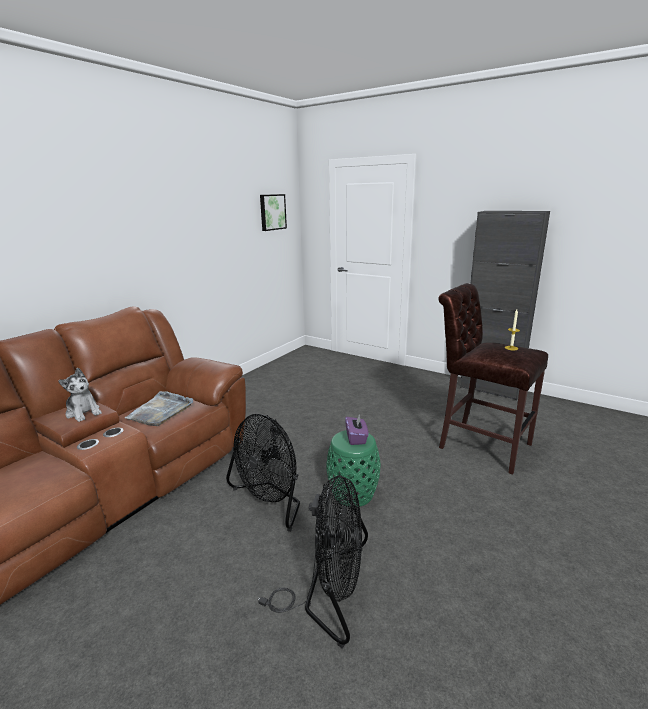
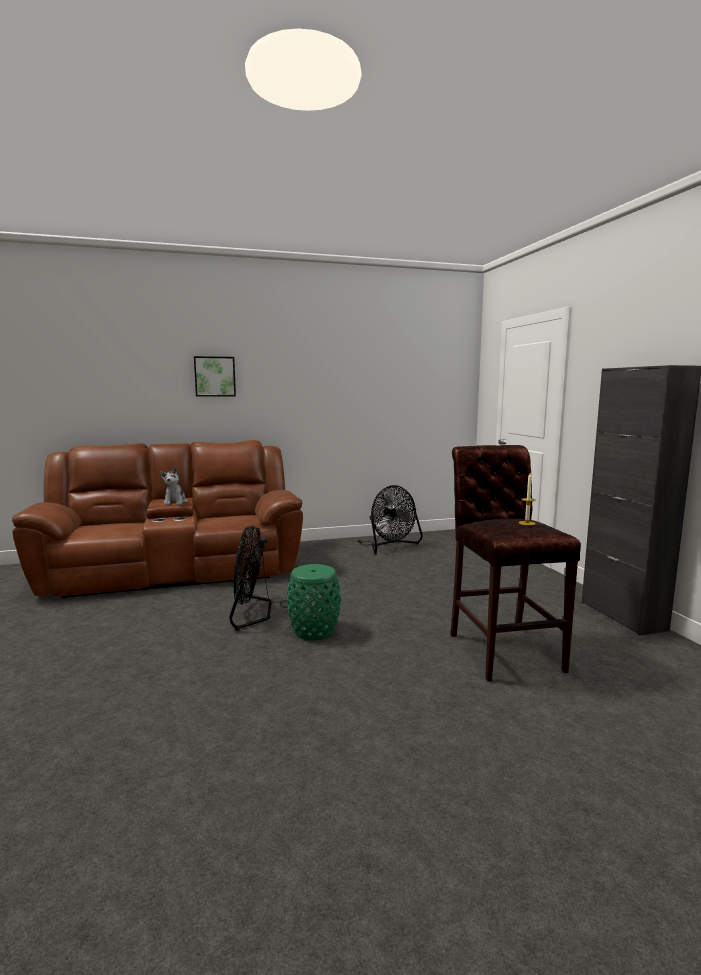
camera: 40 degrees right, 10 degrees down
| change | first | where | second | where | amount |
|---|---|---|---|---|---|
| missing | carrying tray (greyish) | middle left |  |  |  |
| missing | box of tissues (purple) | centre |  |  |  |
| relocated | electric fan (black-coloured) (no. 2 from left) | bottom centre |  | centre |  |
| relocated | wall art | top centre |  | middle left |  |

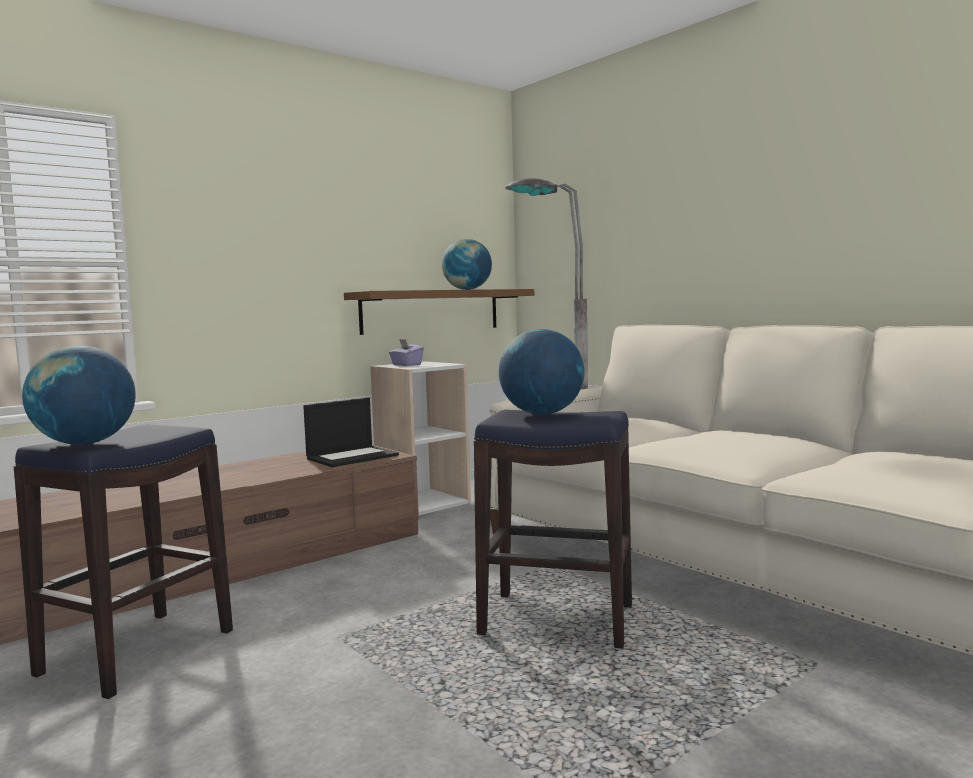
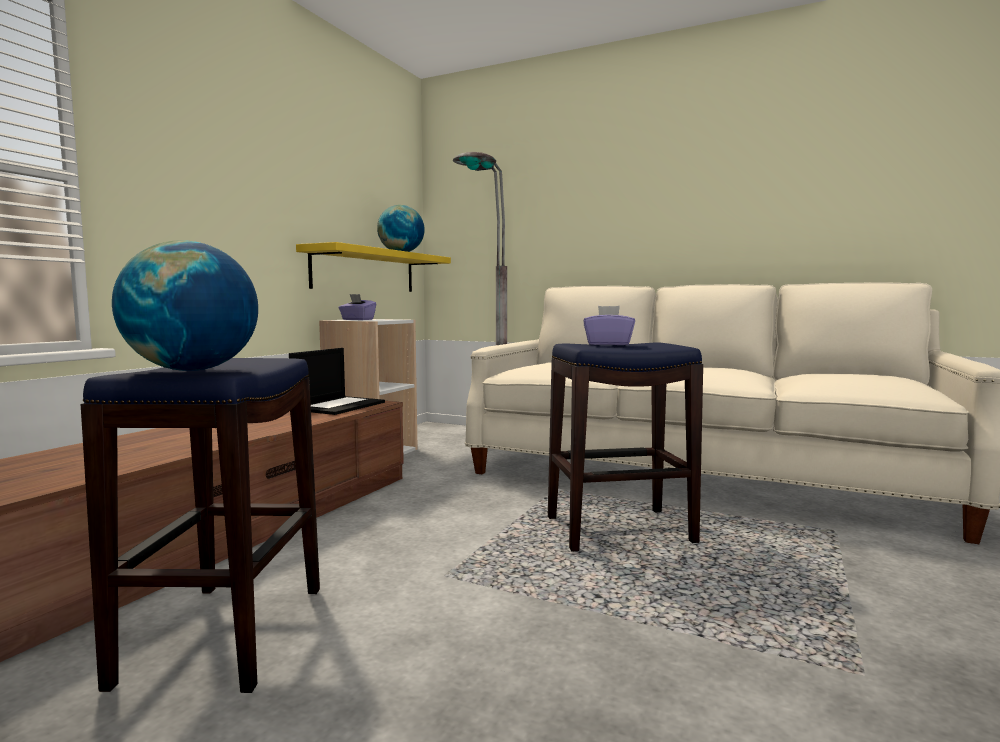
camera: 25 degrees left, 0 degrees up
| change | first | where | second | where | amount |
|---|---|---|---|---|---|
| exchanged | world globe (no. 3 from left) | centre | box of tissues (purple) (no. 2 from left) | centre |  |
| colour | wall shelf (brown) | centre | wall shelf (yellow) | centre |  |

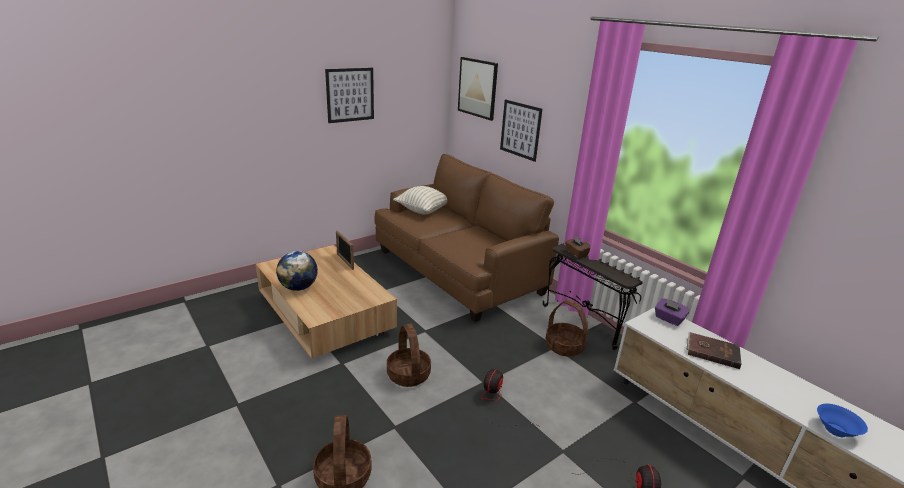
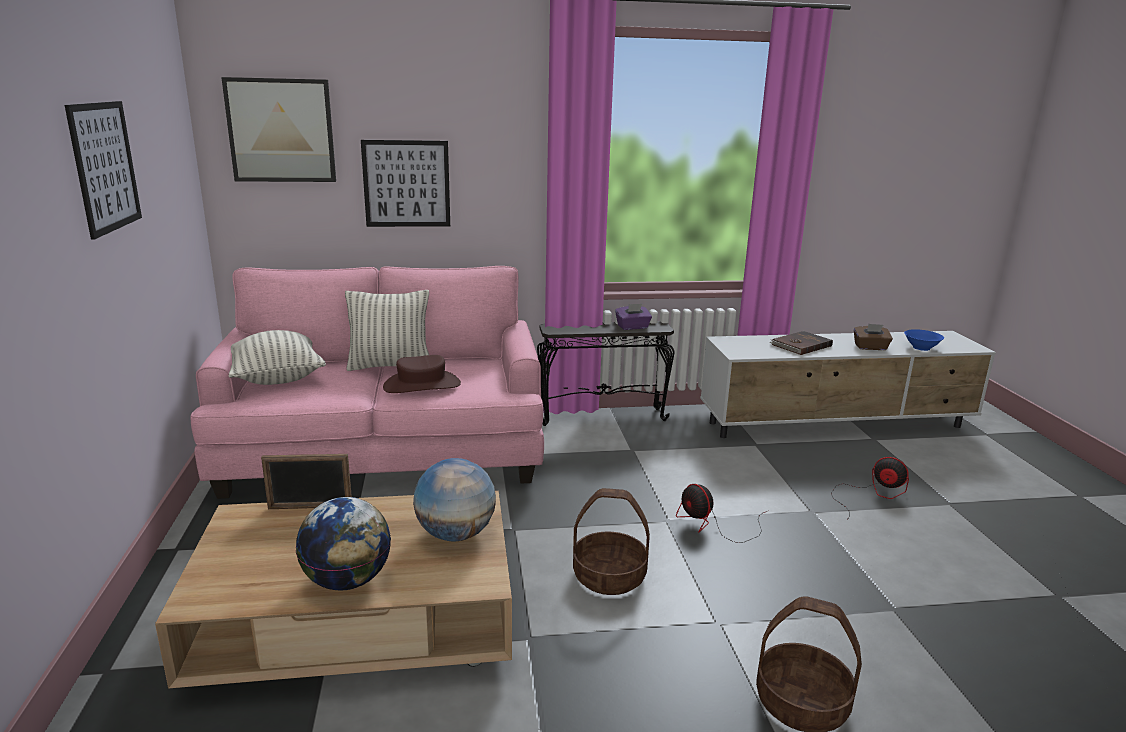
camera: 60 degrees left, 5 degrees down
| change | first | where | second | where | amount |
|---|---|---|---|---|---|
| missing | household basket (no. 3 from left) | bottom centre |  |  |  |
| appeared |  |  | pillow (no. 2 from left) | centre |  |
| appeared |  |  | hat (brown) | centre |  |
| appeared |  |  | world globe (no. 2 from left) | bottom centre |  |
| relocated | box of tissues (brown) | centre |  | middle right |  |
| relocated | box of tissues (purple) | middle right |  | centre |  |
| colour | sofa (brown) | centre | sofa (pink-coloured) | middle left |  |

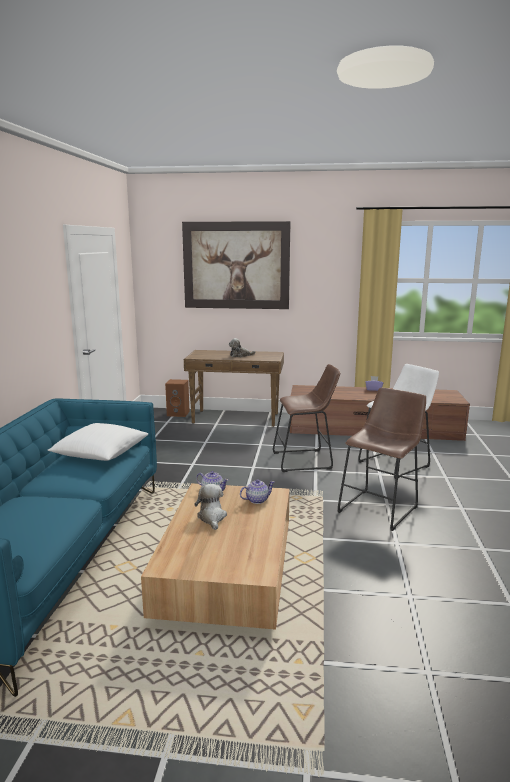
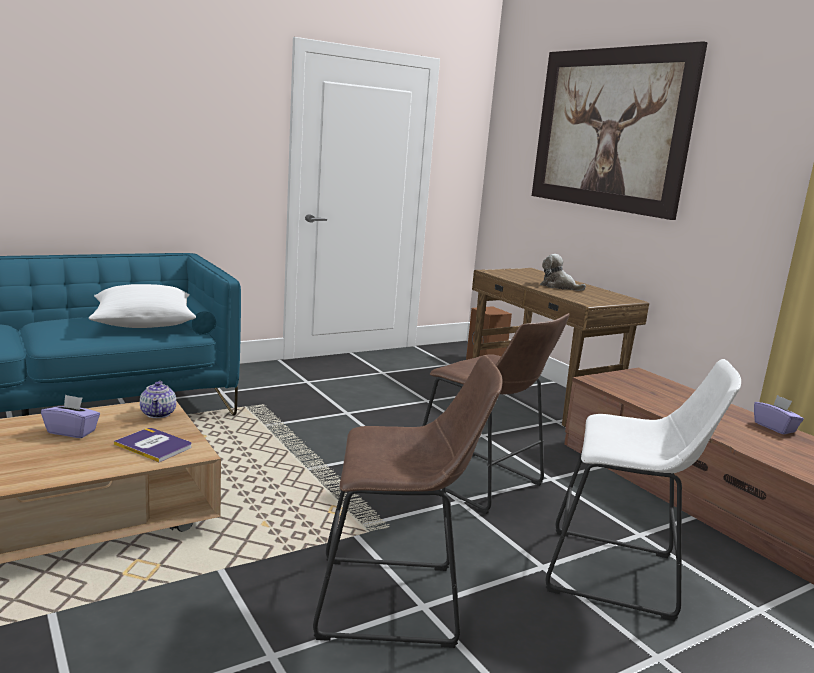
camera: 50 degrees right, 0 degrees up
| change | first | where | second | where | amount |
|---|---|---|---|---|---|
| exchanged | plush toy (no. 1 from left) | centre | box of tissues (purple) (no. 1 from left) | middle left |  |
| exchanged | pot for tea (no. 2 from left) | centre | book | middle left |  |

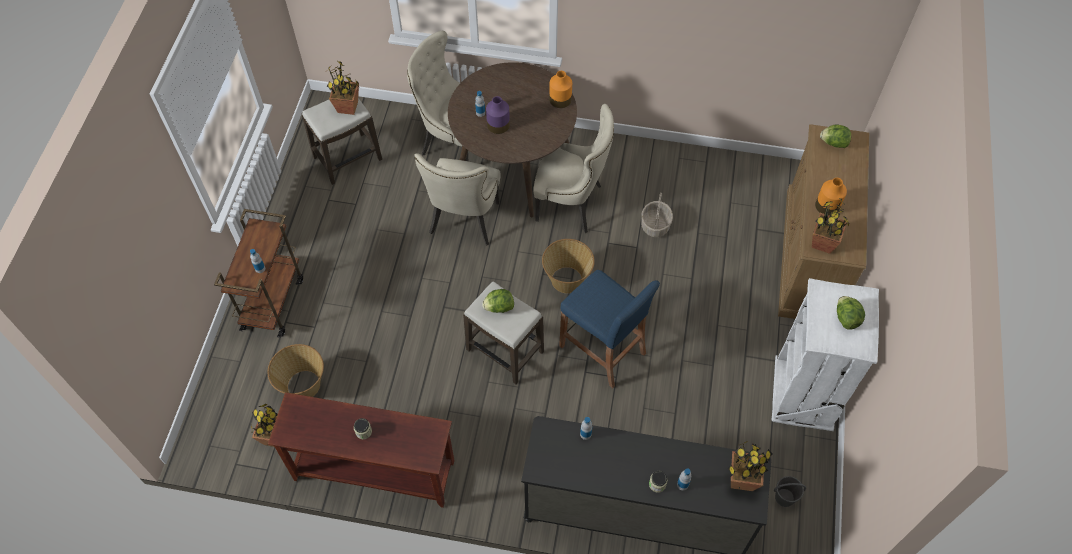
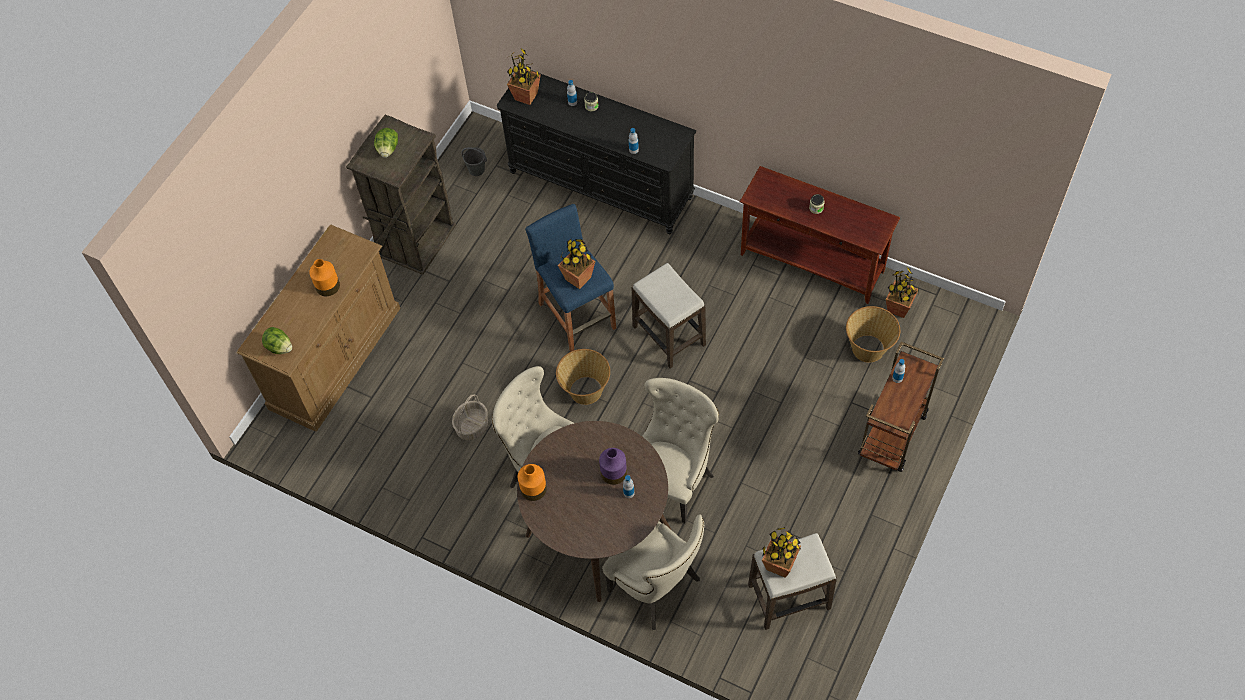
camera: 160 degrees left, 0 degrees up
| change | first | where | second | where | amount |
|---|---|---|---|---|---|
| missing | lettuce head (no. 1 from left) | centre |  |  |  |
| relocated | houseplant (no. 4 from left in the first image) | middle right | houseplant (no. 2 from left) | centre |  |
| colour | bookcase (white) | middle right | bookcase (brown) | top left |  |

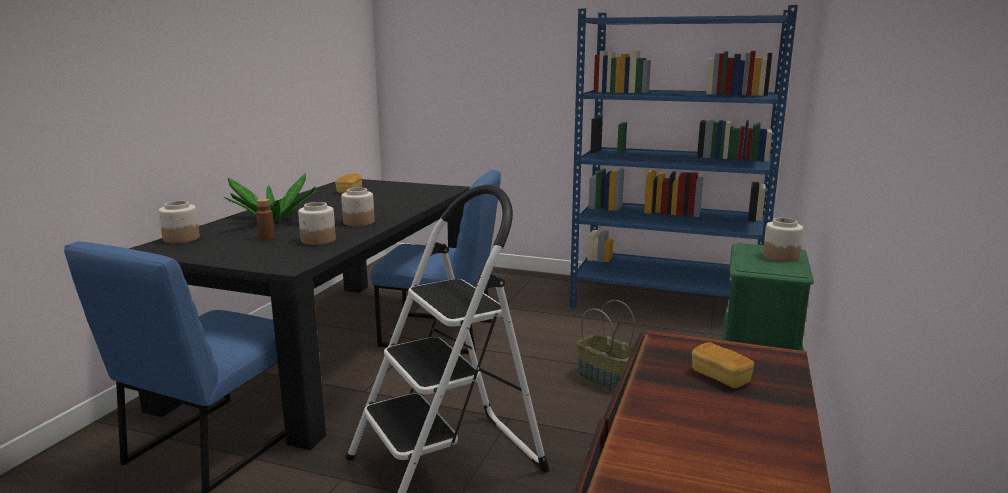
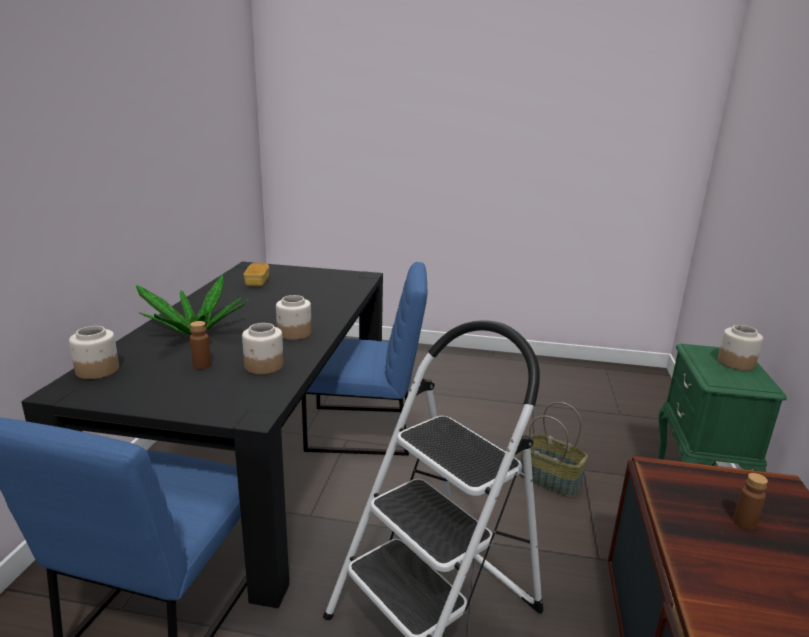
camera: 10 degrees left, 5 degrees up
| change | first | where | second | where | amount |
|---|---|---|---|---|---|
| missing | bookcase (blue-coloured) | top right |  |  |  |
| exchanged | bakery bread (no. 2 from left) | bottom right | bottle (brown) (no. 2 from left) | bottom right |  |

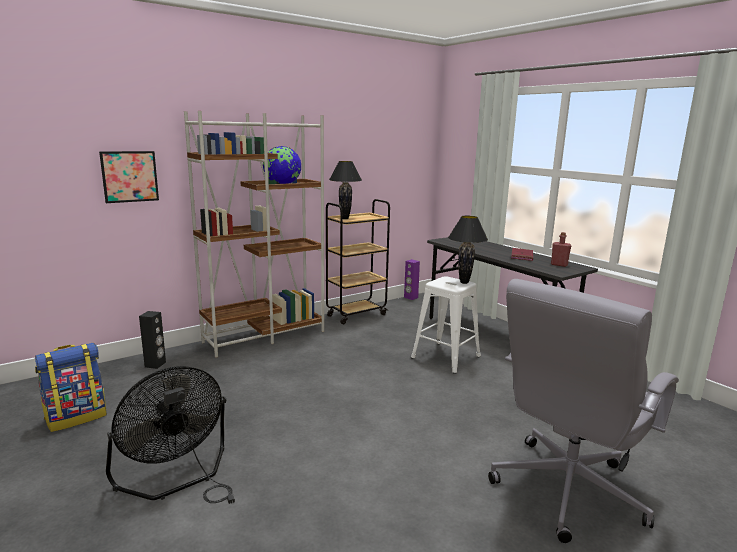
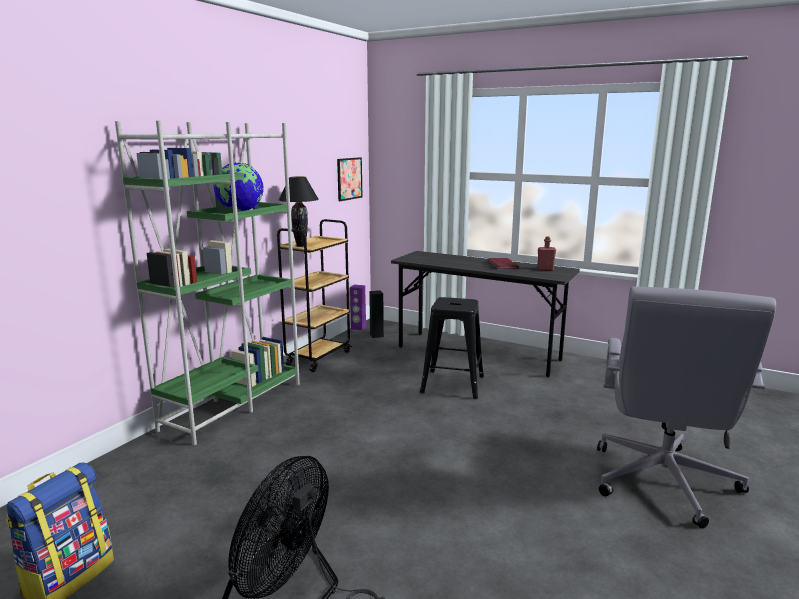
camera: 25 degrees left, 0 degrees up
| change | first | where | second | where | amount |
|---|---|---|---|---|---|
| missing | tabletop lamp (black-coloured) (no. 2 from left) | centre |  |  |  |
| relocated | wall art | top left |  | top centre |  |
| relocated | speaker (black-coloured) | middle left |  | centre |  |
| colour | bookcase (brown) | centre | bookcase (green) | middle left |  |
| colour | sitting stool (white) | centre | sitting stool (black-coloured) | centre |  |

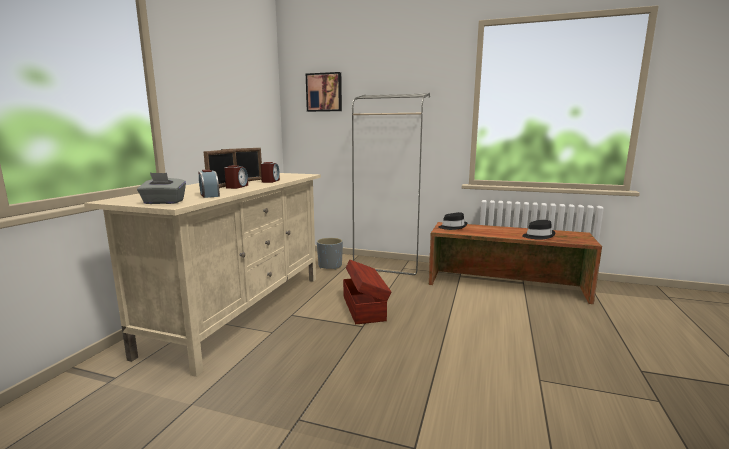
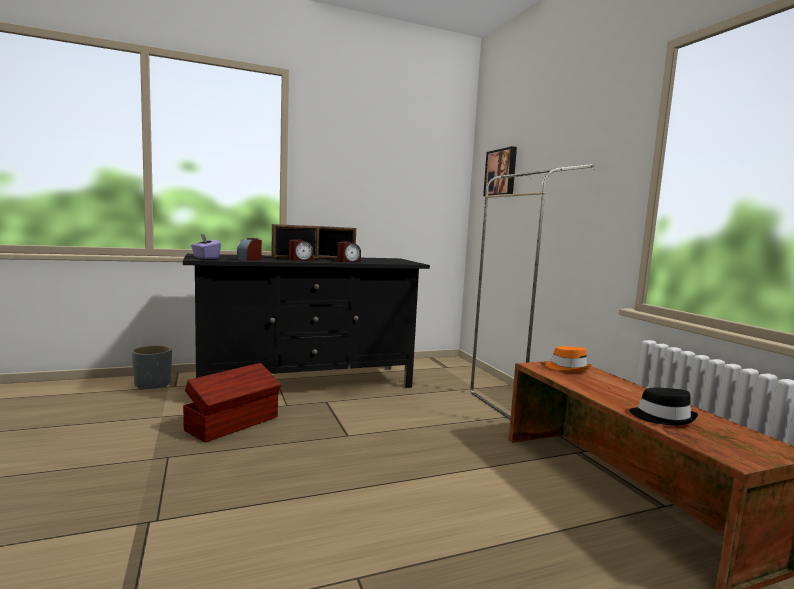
camera: 50 degrees right, 5 degrees down
| change | first | where | second | where | amount |
|---|---|---|---|---|---|
| relocated | plant pot (greyish) | centre |  | middle left |  |
| relocated | storage box (brown) | centre |  | bottom left |  |
| colour | chest of drawers (beige) | middle left | chest of drawers (black-coloured) | centre |  |
| colour | box of tissues (greyish) | middle left | box of tissues (purple) | middle left |  |
| colour | hat (black-coloured) (no. 1 from left) | centre | hat (orange) | middle right |  |

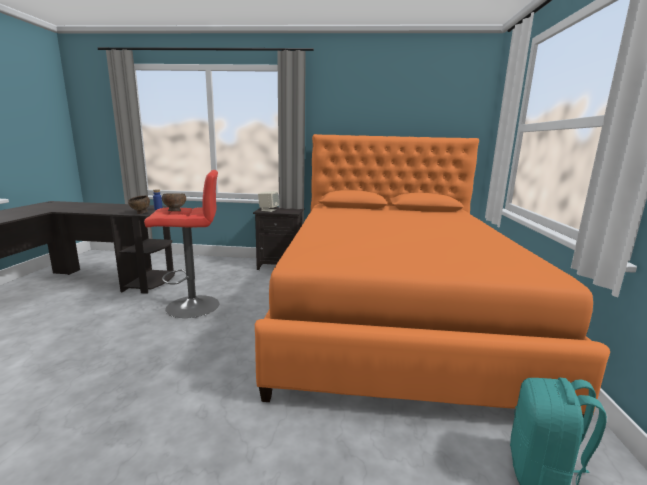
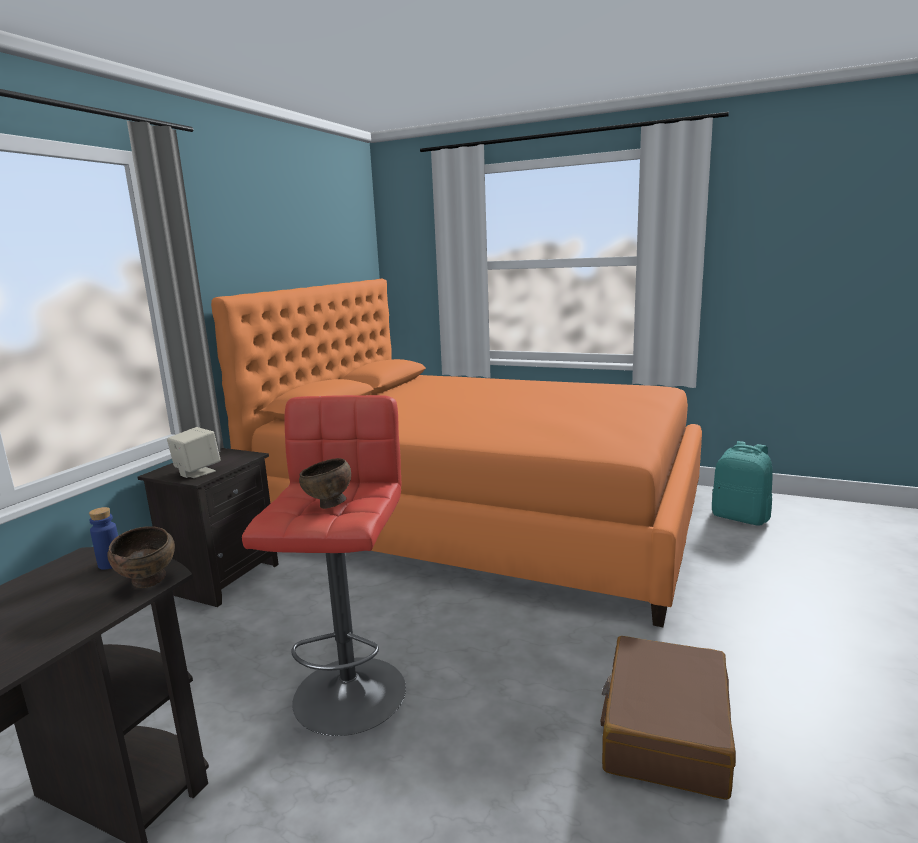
camera: 70 degrees left, 0 degrees up
| change | first | where | second | where | amount |
|---|---|---|---|---|---|
| appeared |  |  | travel case (brown) | bottom right |  |

